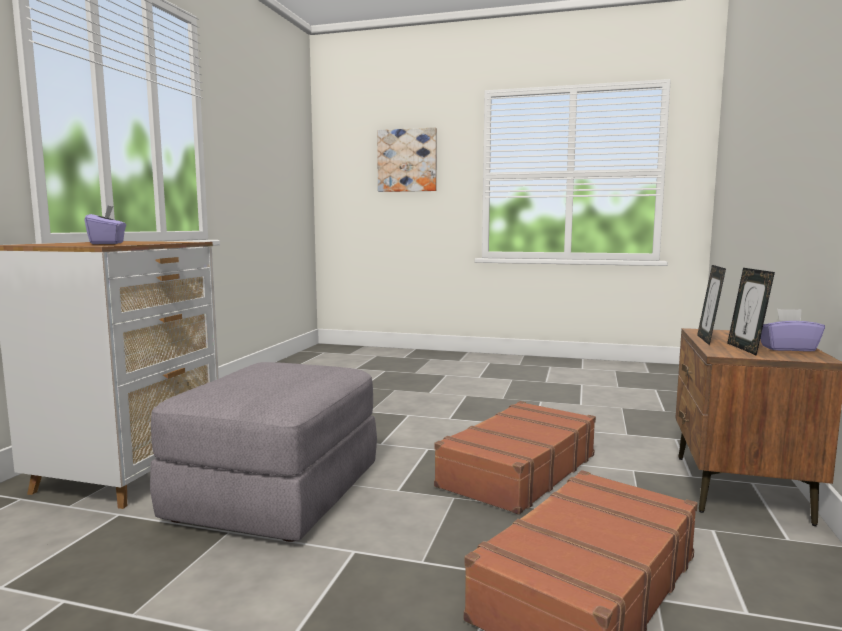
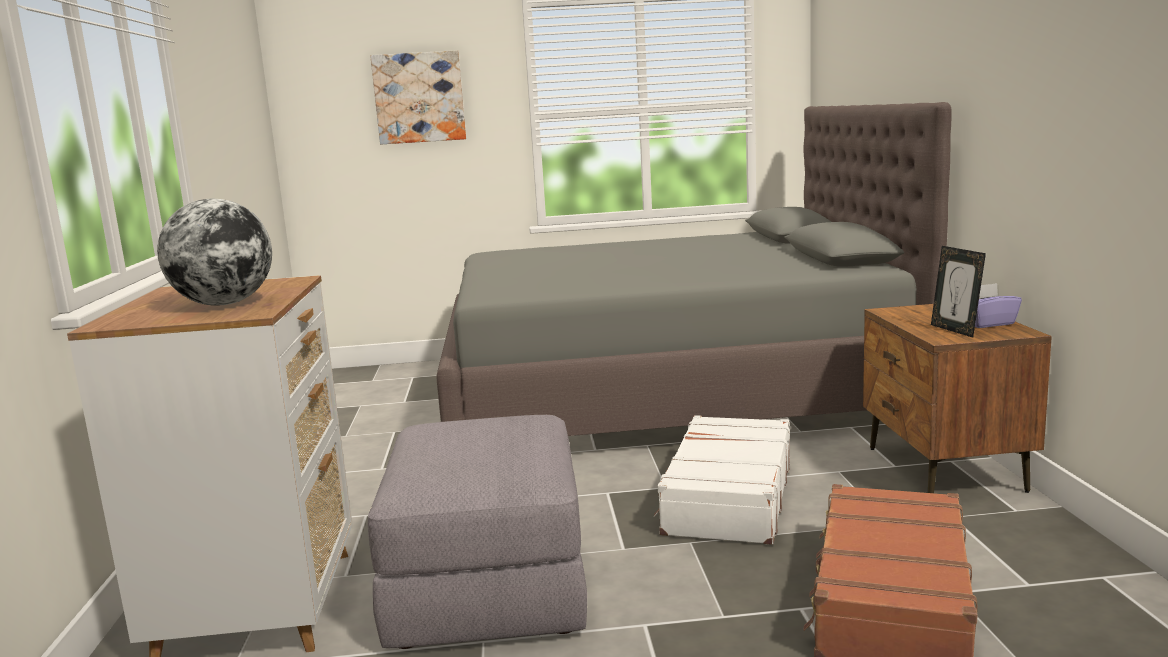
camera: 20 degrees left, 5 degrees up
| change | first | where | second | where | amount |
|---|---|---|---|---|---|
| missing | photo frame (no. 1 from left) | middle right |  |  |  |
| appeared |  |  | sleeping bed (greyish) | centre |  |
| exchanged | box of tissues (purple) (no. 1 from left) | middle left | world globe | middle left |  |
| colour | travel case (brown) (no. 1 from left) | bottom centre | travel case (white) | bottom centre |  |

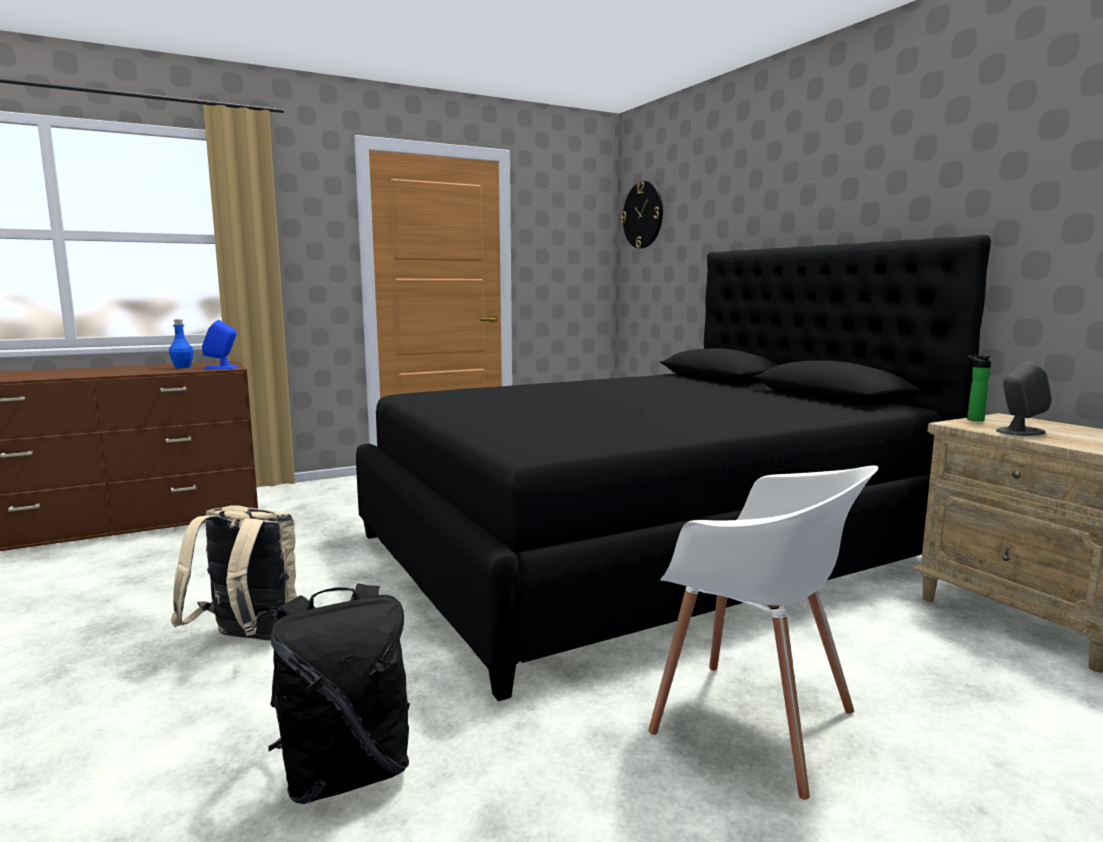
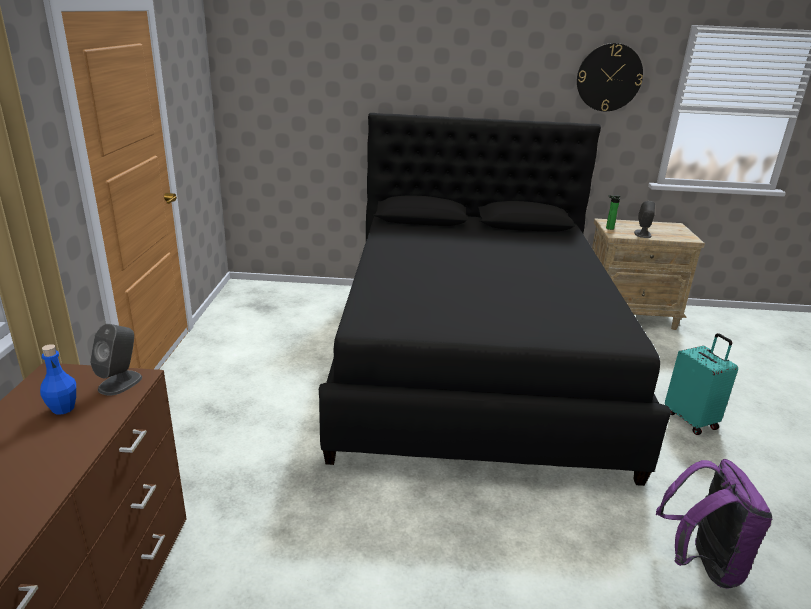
camera: 60 degrees left, 15 degrees up
| change | first | where | second | where | amount |
|---|---|---|---|---|---|
| missing | backpack (beige) | bottom left |  |  |  |
| relocated | clock on the wall | top centre |  | top right |  |
| exchanged | plain chair (white) | bottom right | travel case (blue-green) | middle right |  |
| colour | speaker (blue-coloured) | middle left | speaker (greyish) (no. 1 from left) | middle left |  |
| colour | backpack (black-coloured) | bottom left | backpack (purple) | bottom right |  |

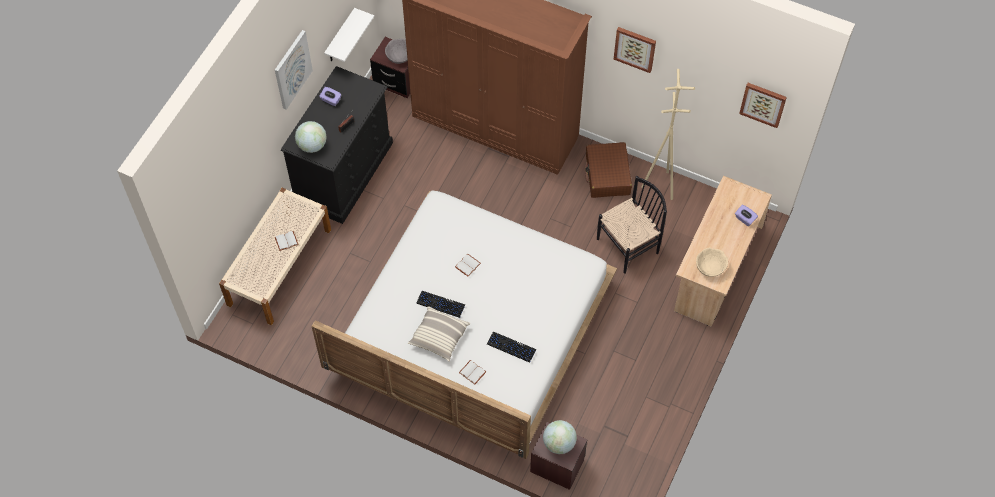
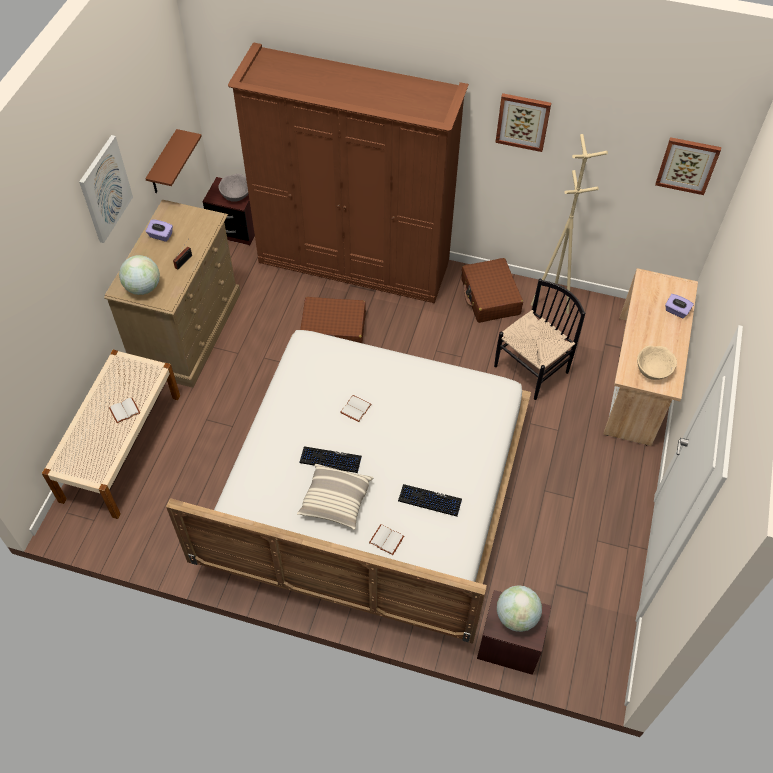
camera: 10 degrees left, 5 degrees down
| change | first | where | second | where | amount |
|---|---|---|---|---|---|
| appeared |  |  | travel case (brown) (no. 1 from left) | centre |  |
| colour | chest of drawers (black-coloured) | top centre | chest of drawers (beige) | middle left |  |
| colour | wall shelf (white) | top centre | wall shelf (brown) | top left |  |

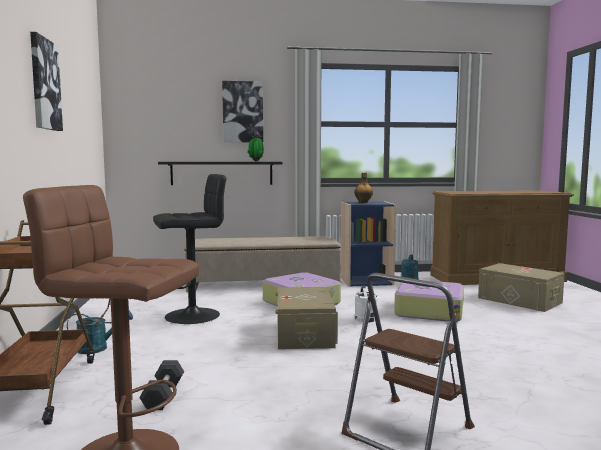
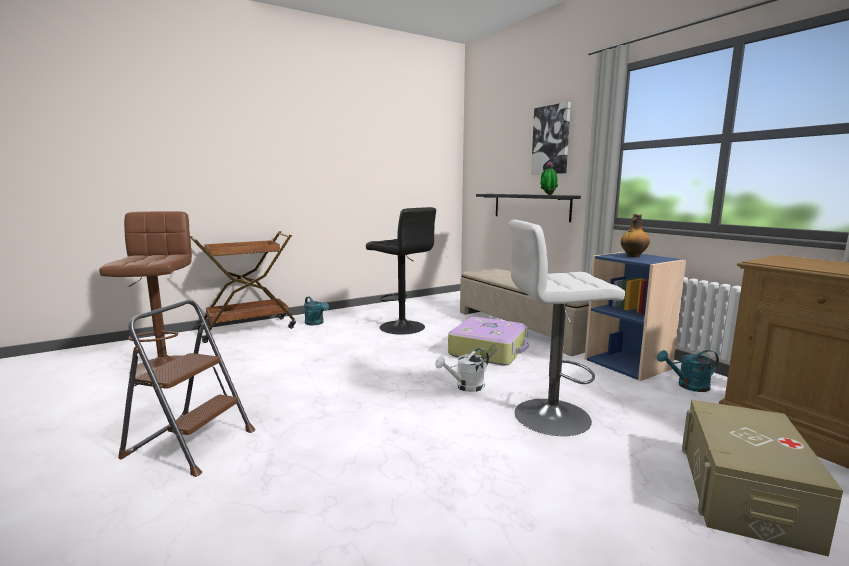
camera: 65 degrees right, 5 degrees up
| change | first | where | second | where | amount |
|---|---|---|---|---|---|
| missing | wall art (no. 1 from left) | top left |  |  |  |
| missing | free weight (greyish) | bottom left |  |  |  |
| missing | storage box (beige) (no. 1 from left) | bottom centre |  |  |  |
| exchanged | travel case (no. 2 from left) | bottom right | sitting stool (white) | middle right |  |

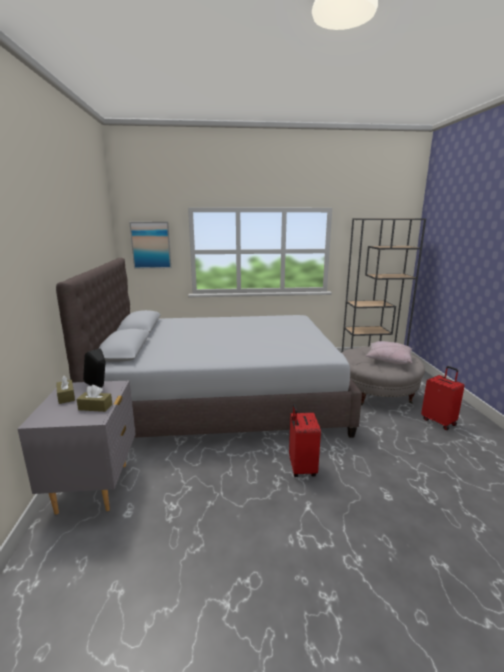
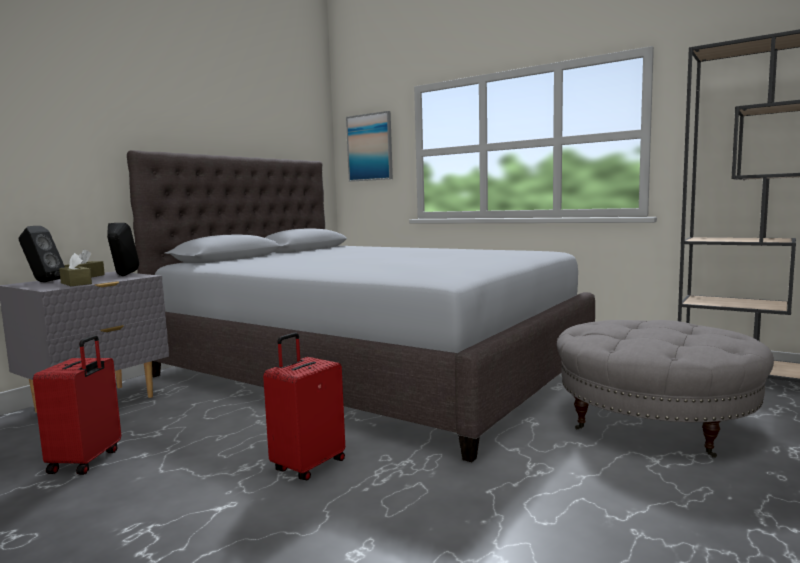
camera: 40 degrees right, 10 degrees down
| change | first | where | second | where | amount |
|---|---|---|---|---|---|
| missing | pillow (purple) | middle right |  |  |  |
| appeared |  |  | speaker (black-coloured) (no. 1 from left) | middle left |  |
| relocated | travel case (red) (no. 2 from left in the first image) | middle right | travel case (red) (no. 1 from left) | bottom left |  |

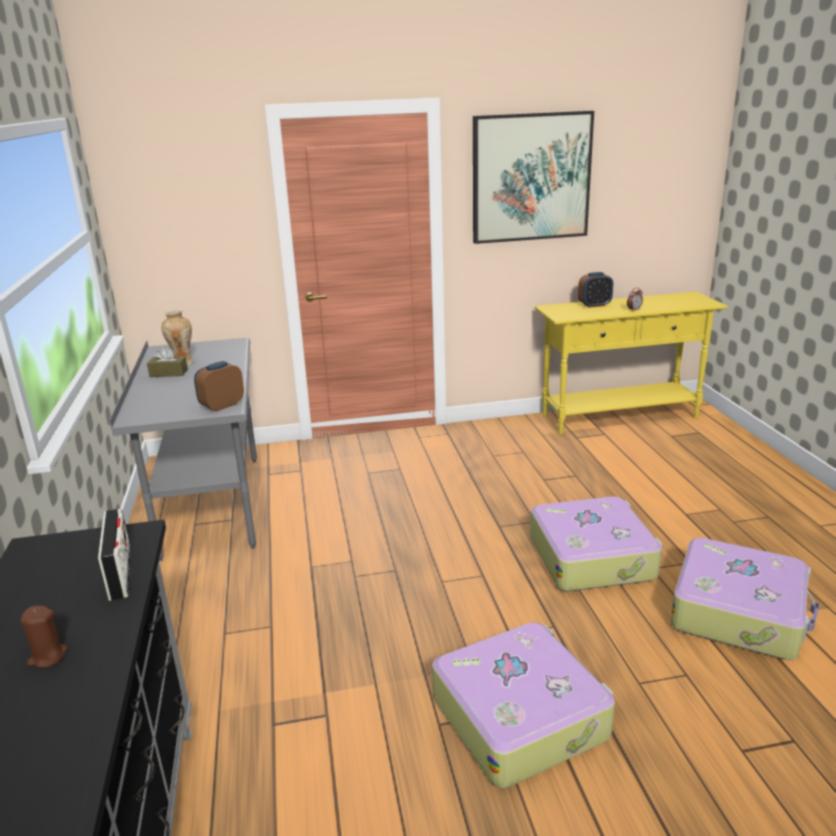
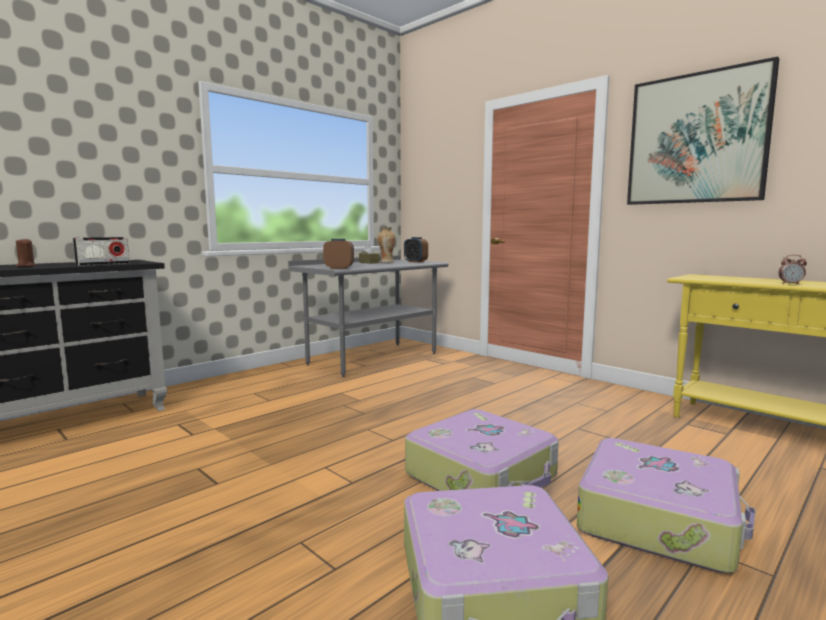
camera: 55 degrees right, 15 degrees down
| change | first | where | second | where | amount |
|---|---|---|---|---|---|
| relocated | travel case (no. 1 from left in the first image) | bottom centre | travel case (no. 3 from left) | bottom right |  |
| relocated | bedside clock (no. 2 from left) | middle right |  | centre |  |

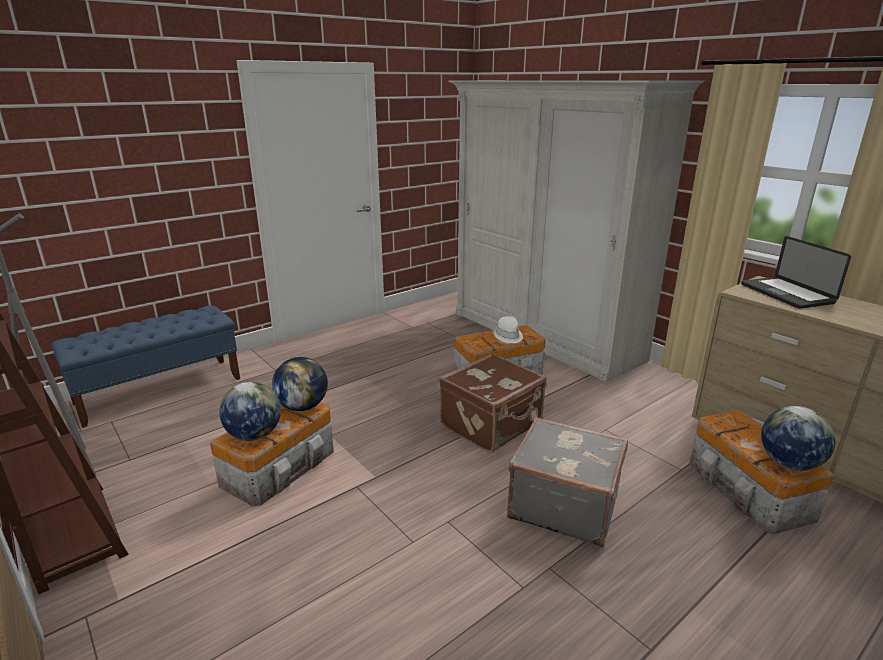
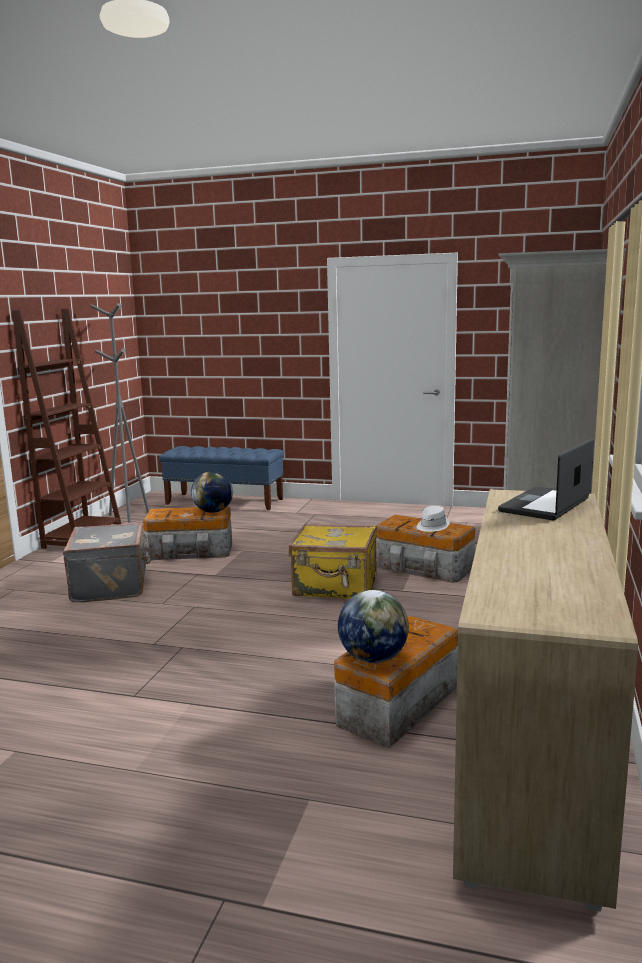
camera: 55 degrees right, 10 degrees down
| change | first | where | second | where | amount |
|---|---|---|---|---|---|
| missing | world globe (no. 1 from left) | middle left |  |  |  |
| relocated | travel case (greyish) | bottom centre |  | middle left |  |
| colour | travel case (brown) | centre | travel case (yellow) | centre |  |

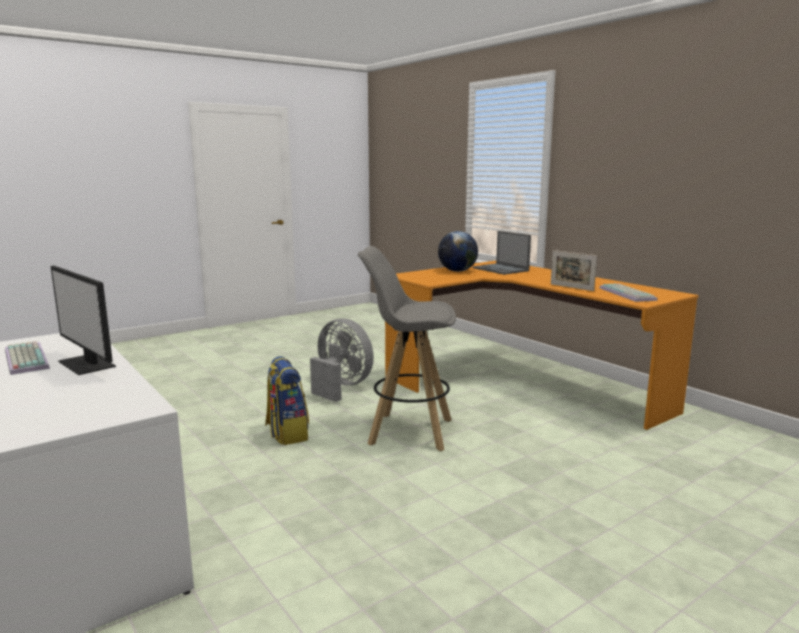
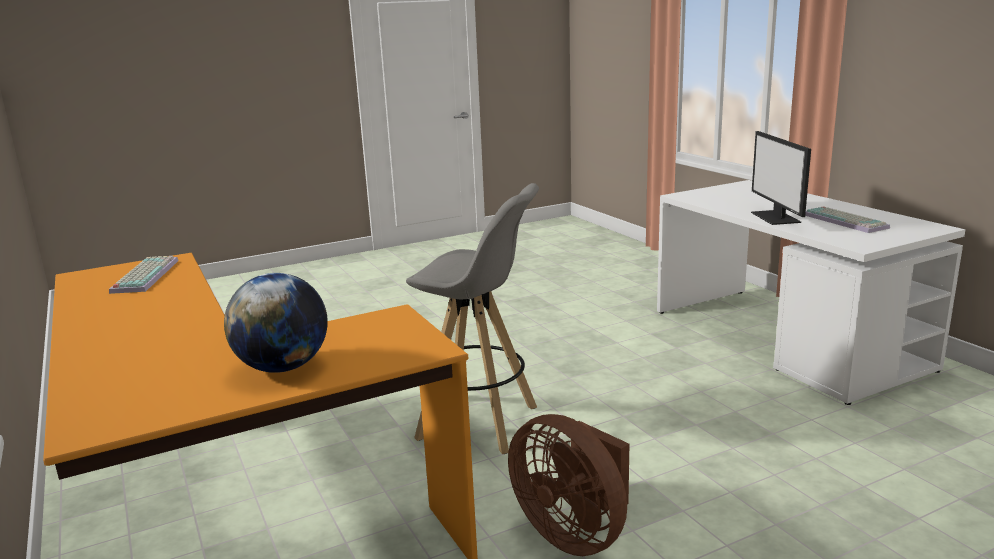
camera: 170 degrees left, 5 degrees up
| change | first | where | second | where | amount |
|---|---|---|---|---|---|
| missing | backpack | centre |  |  |  |
| missing | portable computer | centre |  |  |  |
| missing | photo frame | middle right |  |  |  |
| colour | electric fan (greyish) | centre | electric fan (brown) | bottom centre |  |
| spun | computer screen | middle left |  | top right | 150 degrees counterclockwise |

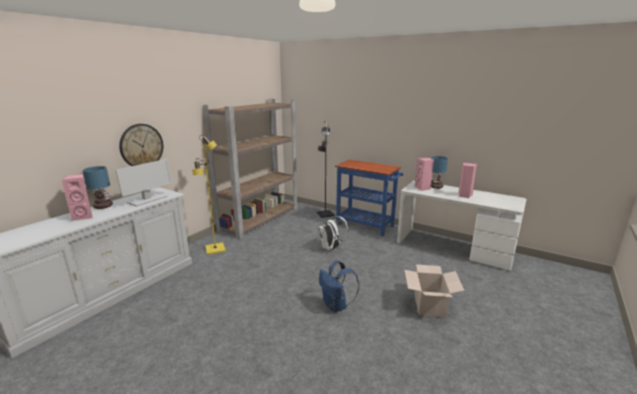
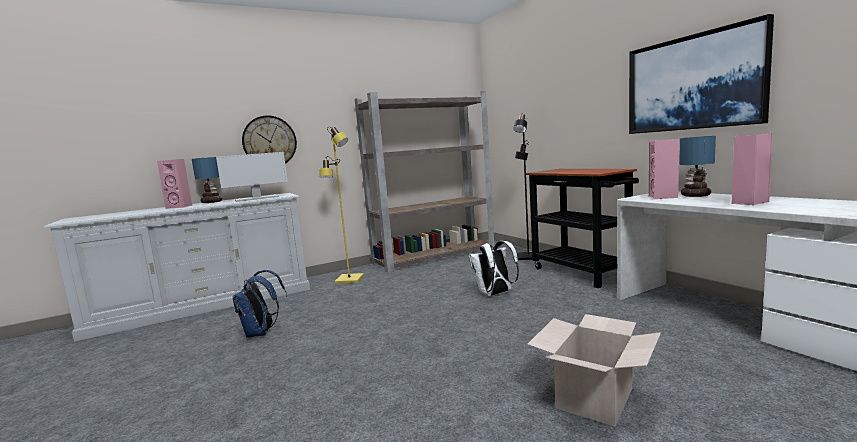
camera: 30 degrees right, 10 degrees down
| change | first | where | second | where | amount |
|---|---|---|---|---|---|
| appeared |  |  | wall art | top right |  |
| relocated | backpack (blue-coloured) | bottom centre |  | bottom left |  |
| colour | wheeled cart (blue-coloured) | centre | wheeled cart (black-coloured) | middle right |  |

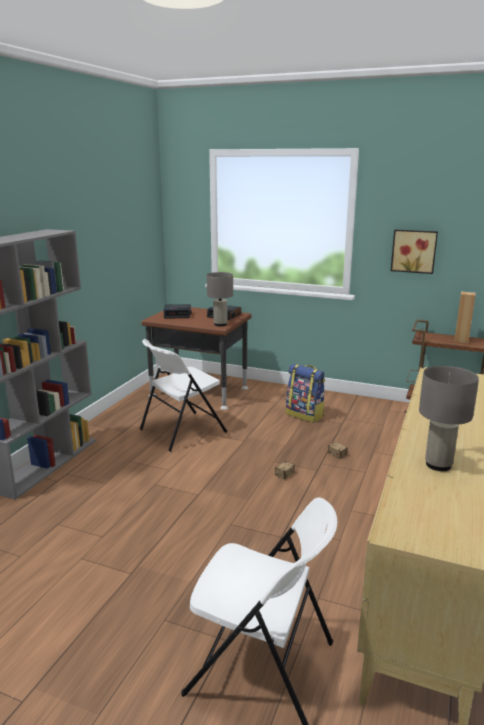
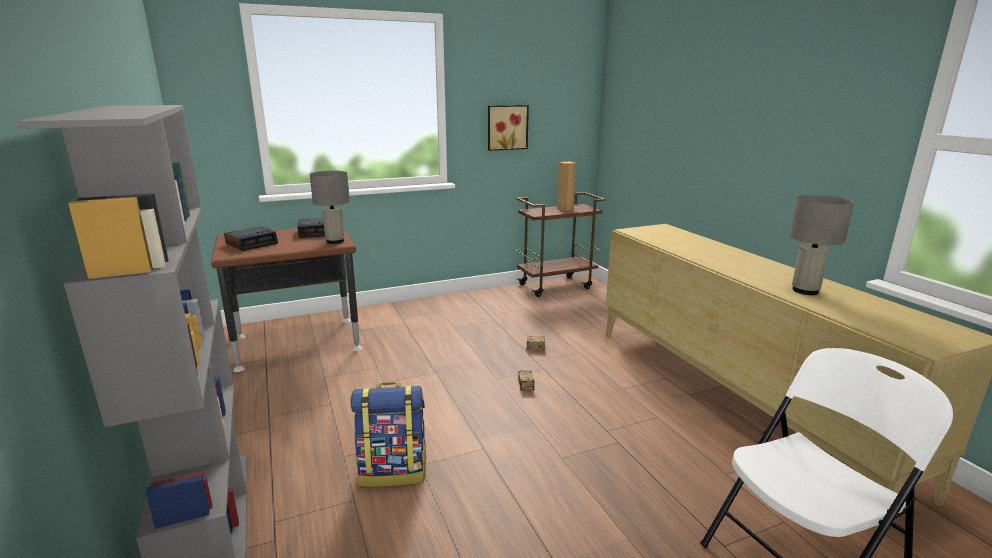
camera: 45 degrees left, 0 degrees up
| change | first | where | second | where | amount |
|---|---|---|---|---|---|
| missing | plain chair (white) (no. 1 from left) | centre |  |  |  |
| relocated | backpack | centre |  | bottom centre |  |

